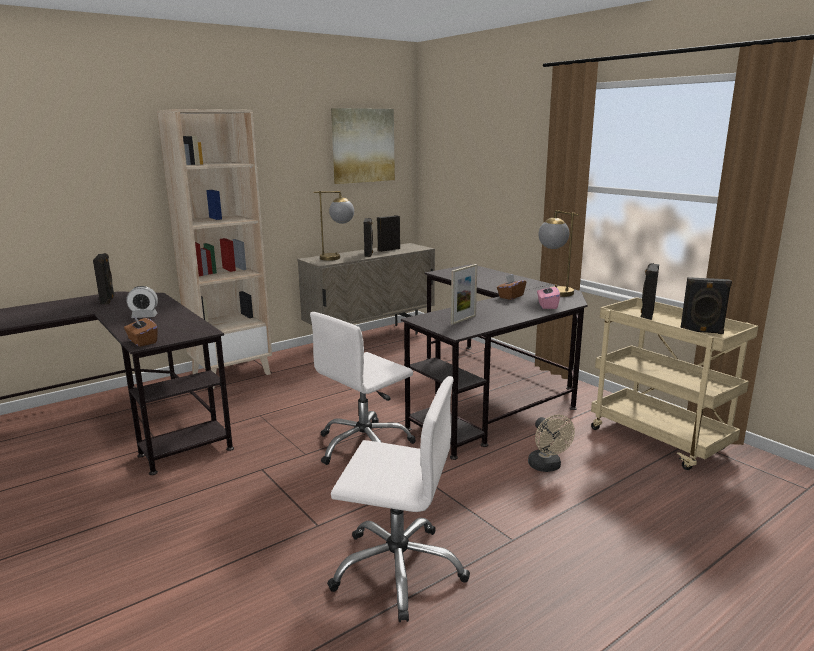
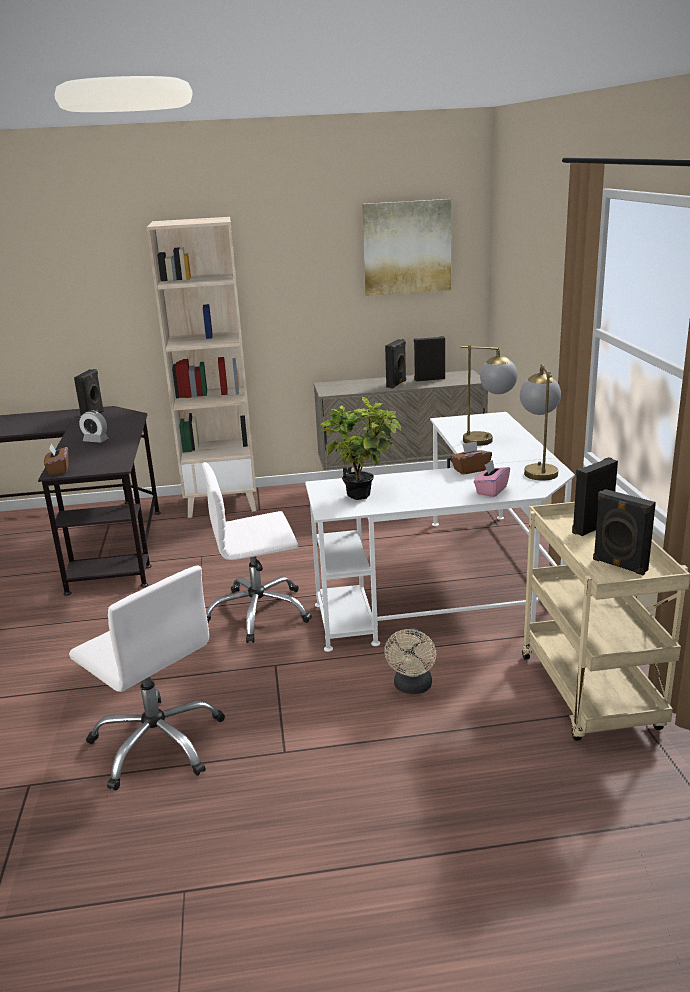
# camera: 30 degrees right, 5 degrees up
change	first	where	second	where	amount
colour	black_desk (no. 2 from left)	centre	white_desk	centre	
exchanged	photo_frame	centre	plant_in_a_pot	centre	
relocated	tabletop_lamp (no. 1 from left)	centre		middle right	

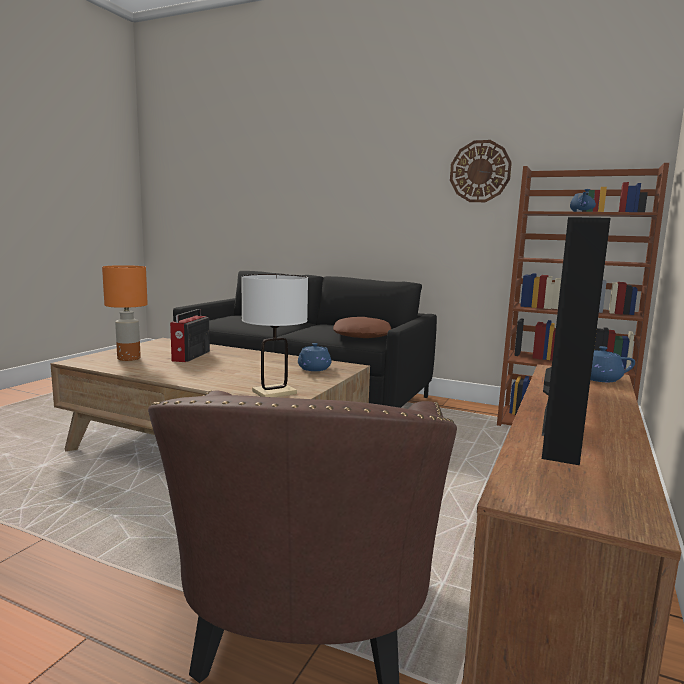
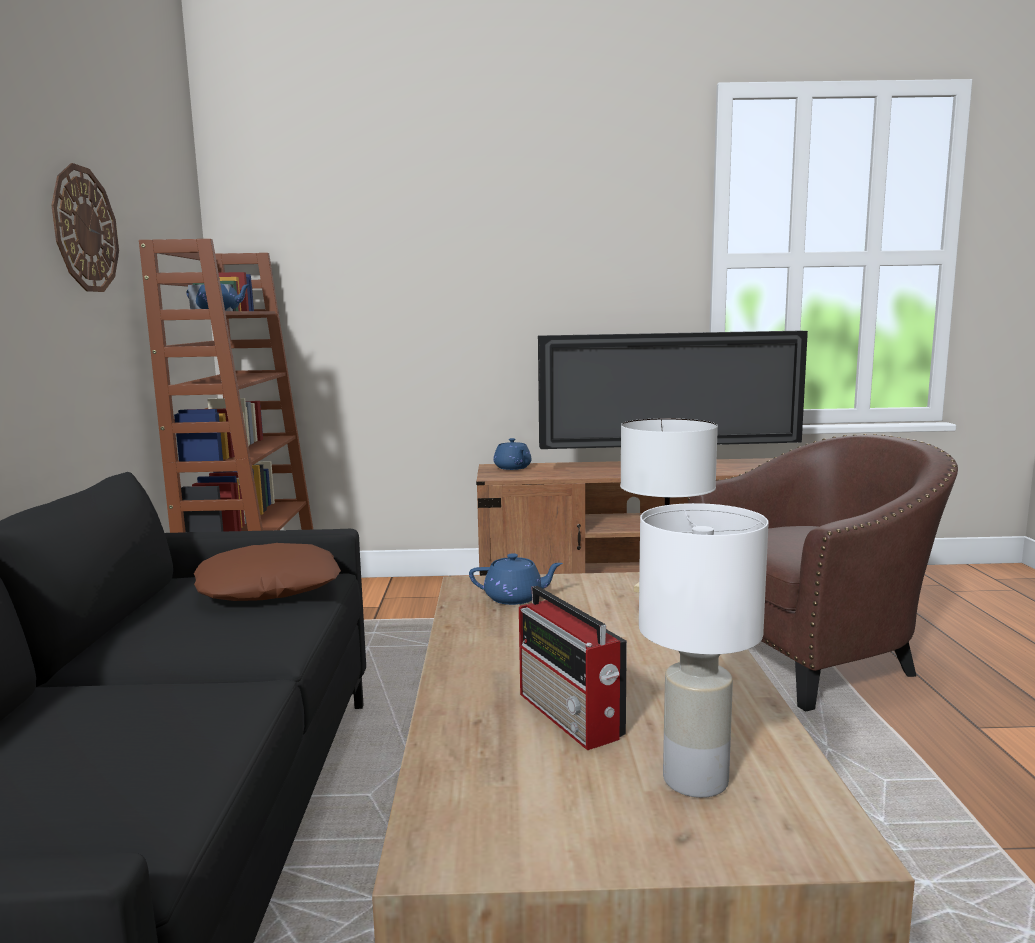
# camera: 115 degrees left, 0 degrees up
change	first	where	second	where	amount
spun	radio	middle left		bottom centre	75 degrees clockwise
colour	orange-coloured_tabletop_lamp	middle left	white_tabletop_lamp (no. 2 from left)	bottom right	

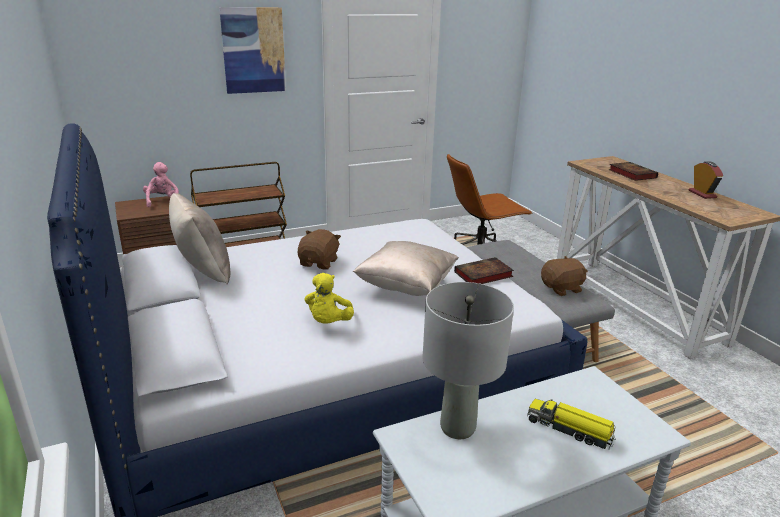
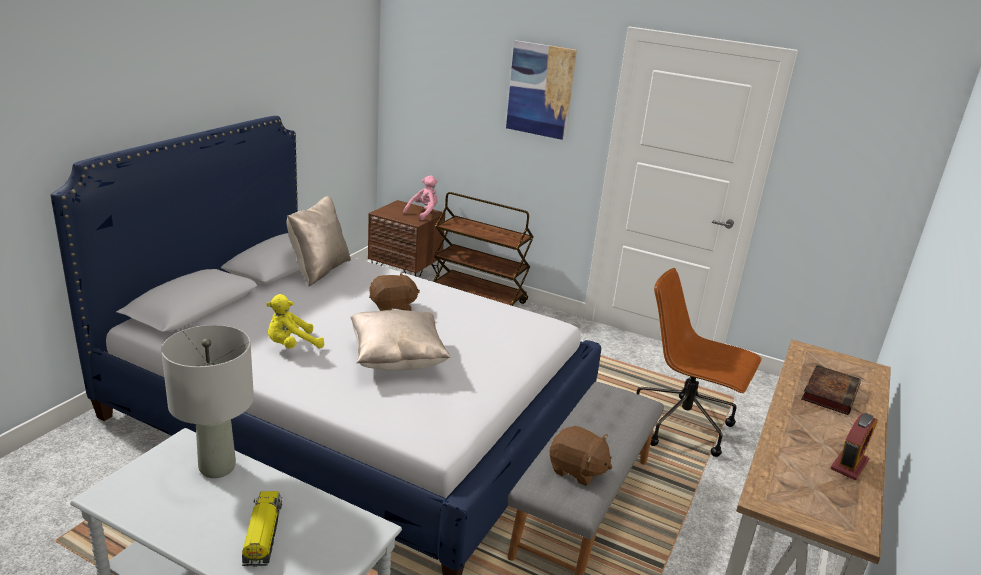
# camera: 50 degrees right, 0 degrees up
change	first	where	second	where	amount
missing	book (no. 1 from left)	centre			

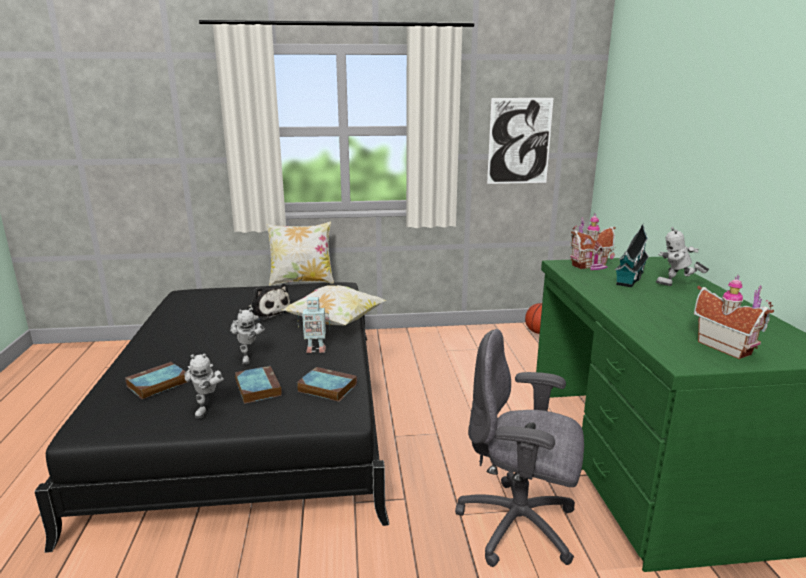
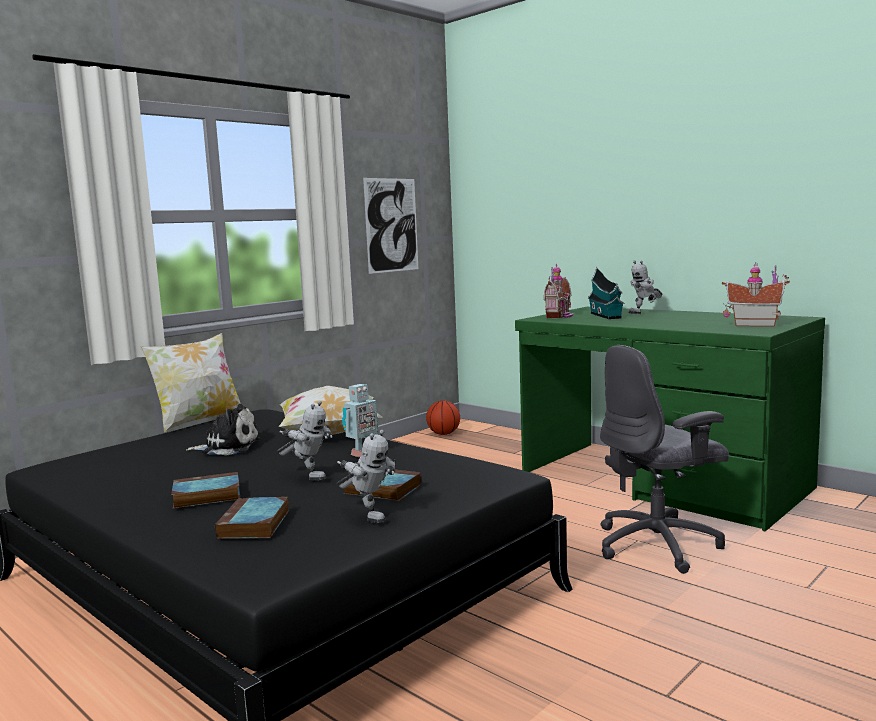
# camera: 40 degrees left, 10 degrees down
change	first	where	second	where	amount
relocated	book (no. 3 from left in the first image)	centre	book (no. 1 from left)	bottom left	

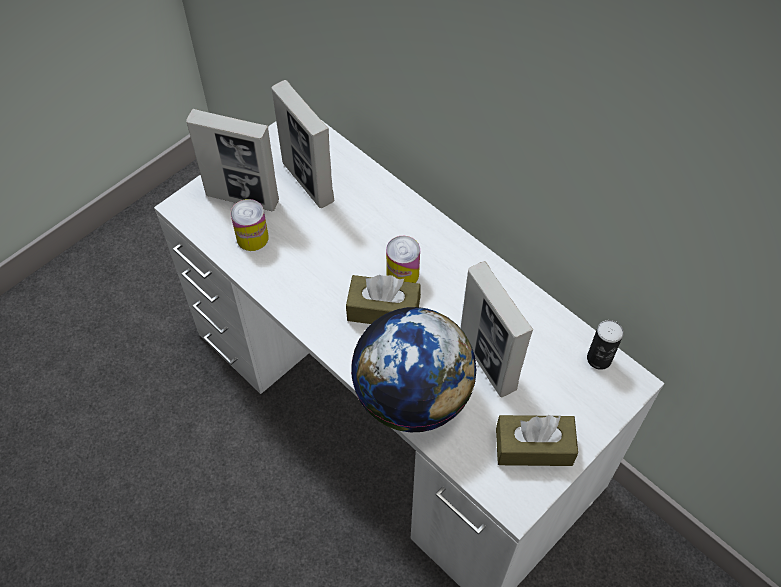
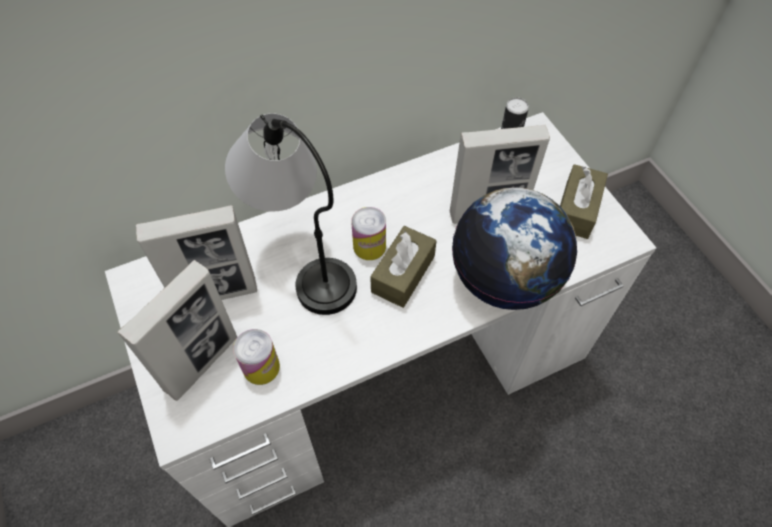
# camera: 70 degrees left, 0 degrees up
change	first	where	second	where	amount
appeared			tabletop_lamp	centre	

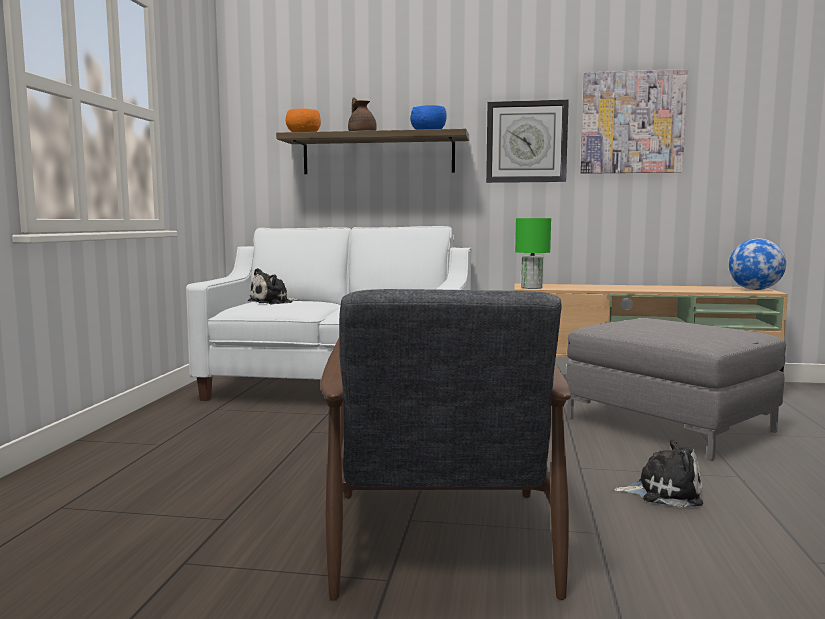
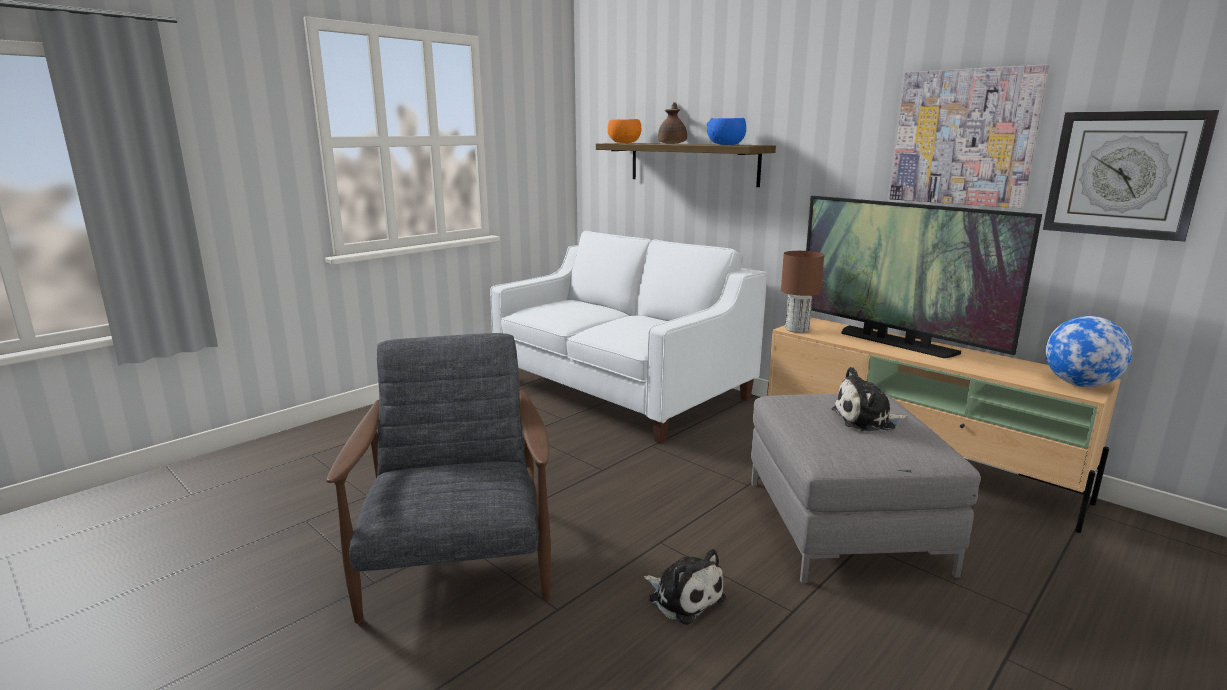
# camera: 35 degrees right, 10 degrees up
change	first	where	second	where	amount
spun	greyish_easy_chair	bottom centre		bottom centre	135 degrees clockwise
colour	greenish_tabletop_lamp	centre	brown-coloured_tabletop_lamp	centre	
appeared			TV	middle right	
relocated	cuddly_toy (no. 1 from left in the first image)	middle left	cuddly_toy (no. 2 from left)	middle right	
relocated	hanging_clock	top centre		top right	

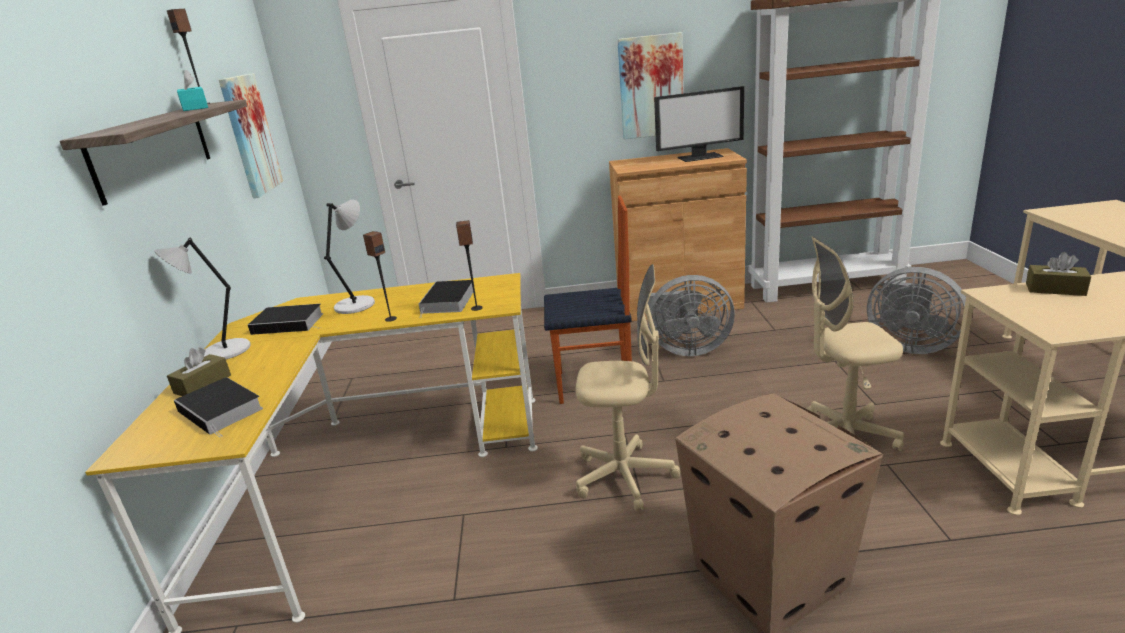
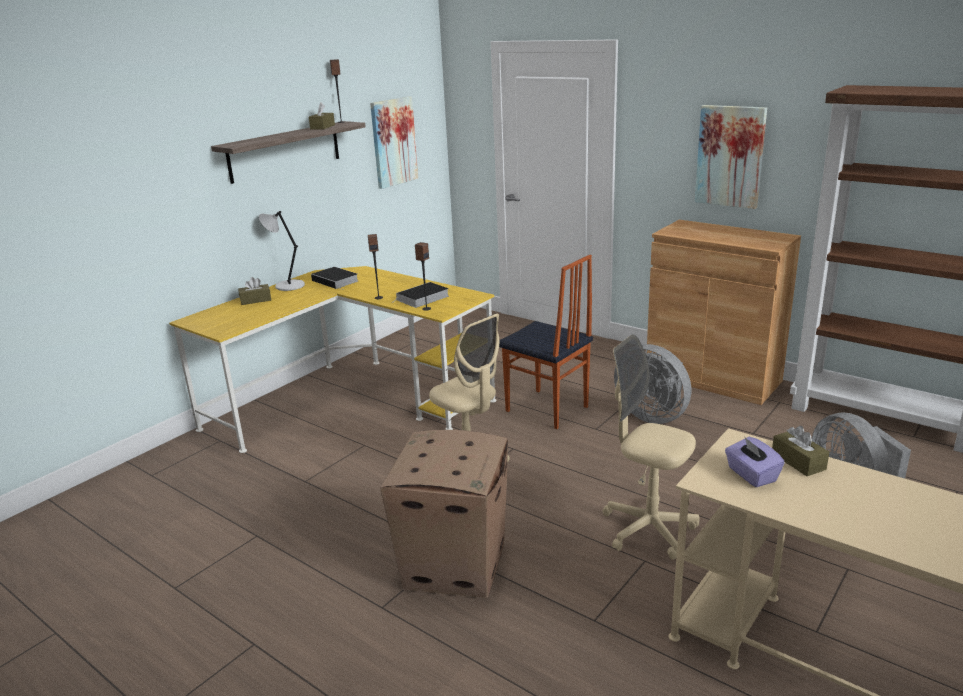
# camera: 40 degrees right, 0 degrees up
change	first	where	second	where	amount
colour	turquoise_tissue_holder	top left	brown-coloured_tissue_holder (no. 2 from left)	top centre	
appeared			purple_tissue_holder	middle right	
missing	book (no. 1 from left)	middle left			
missing	greyish_tabletop_lamp (no. 2 from left)	middle left			
missing	monitor	top centre			

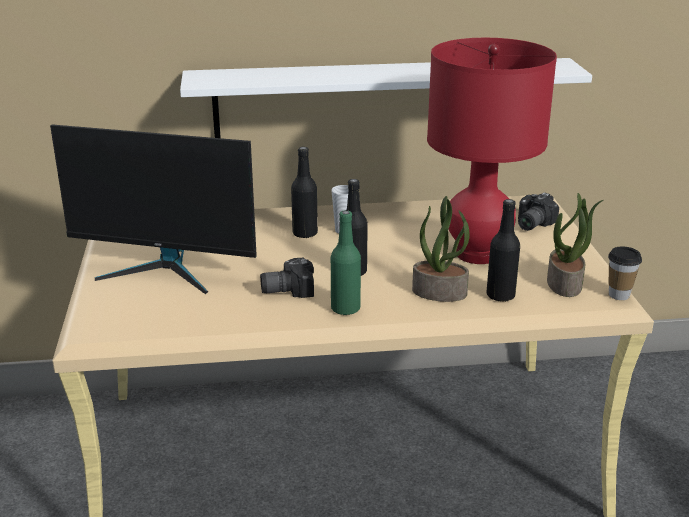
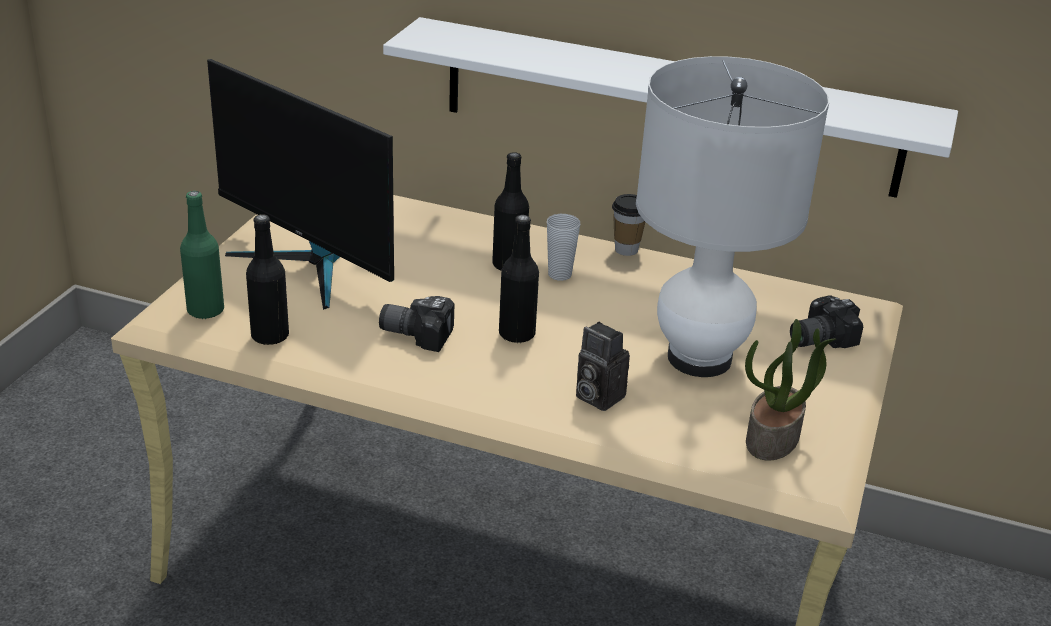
# camera: 25 degrees right, 5 degrees up
change	first	where	second	where	amount
relocated	greenish_beverage_bottle	centre		middle left	
relocated	black_beverage_bottle (no. 3 from left in the first image)	middle right	black_beverage_bottle (no. 1 from left)	middle left	
exchanged	plant_in_a_pot (no. 1 from left)	centre	photo_camera (no. 2 from left)	centre	
relocated	cup (no. 2 from left)	middle right		centre	
colour	reddish_tabletop_lamp	top right	white_tabletop_lamp	middle right	

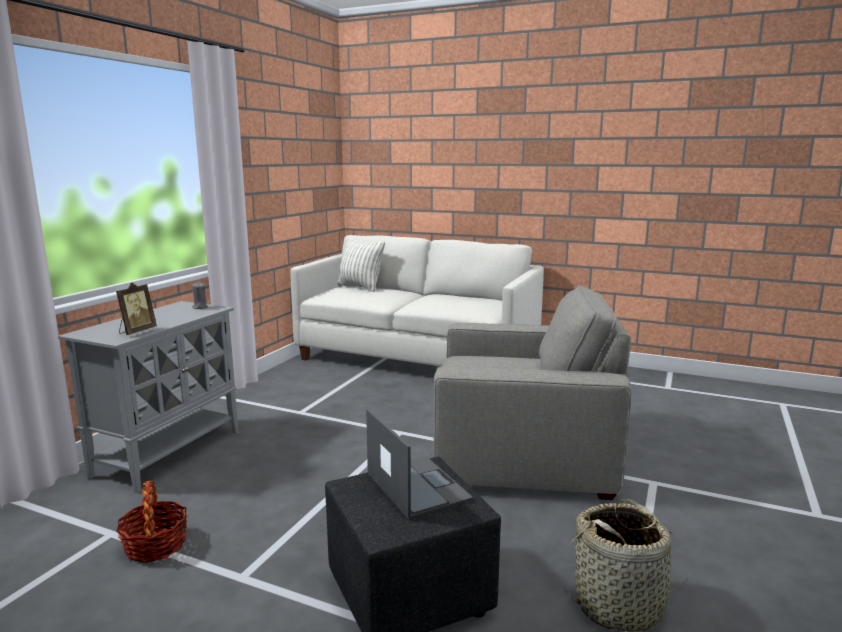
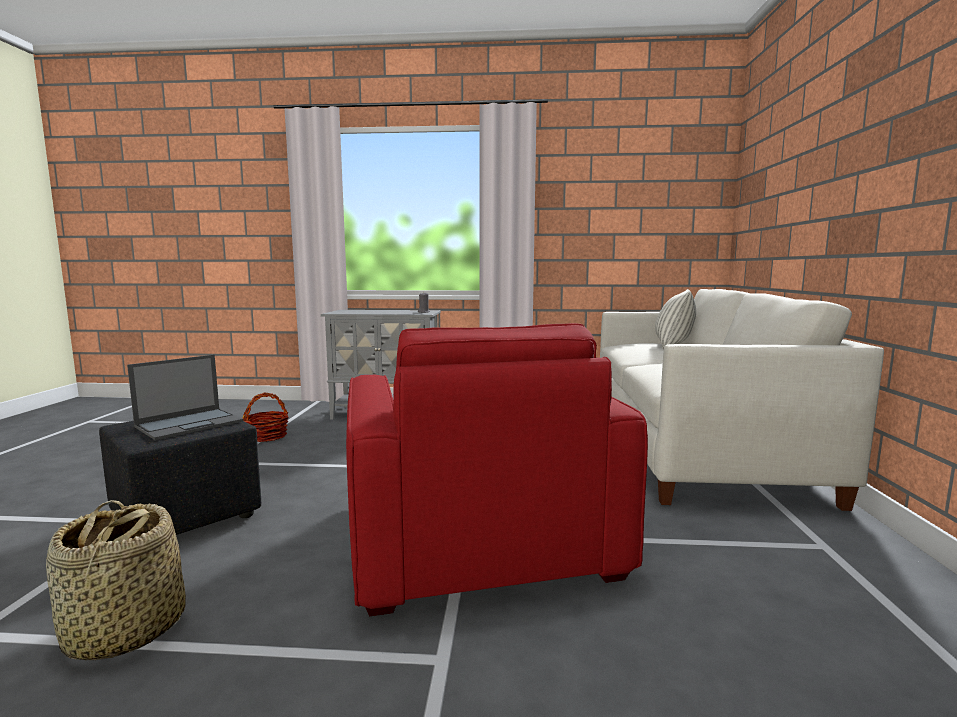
# camera: 70 degrees right, 5 degrees down
change	first	where	second	where	amount
colour	greyish_easy_chair	centre	reddish_easy_chair	centre	
missing	photo_frame	middle left			

